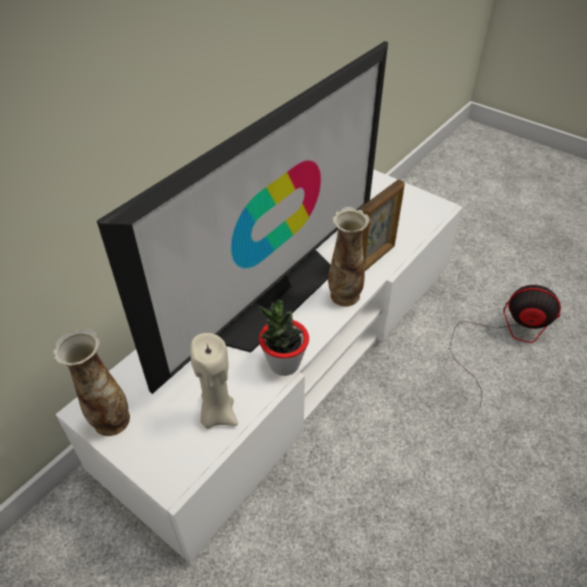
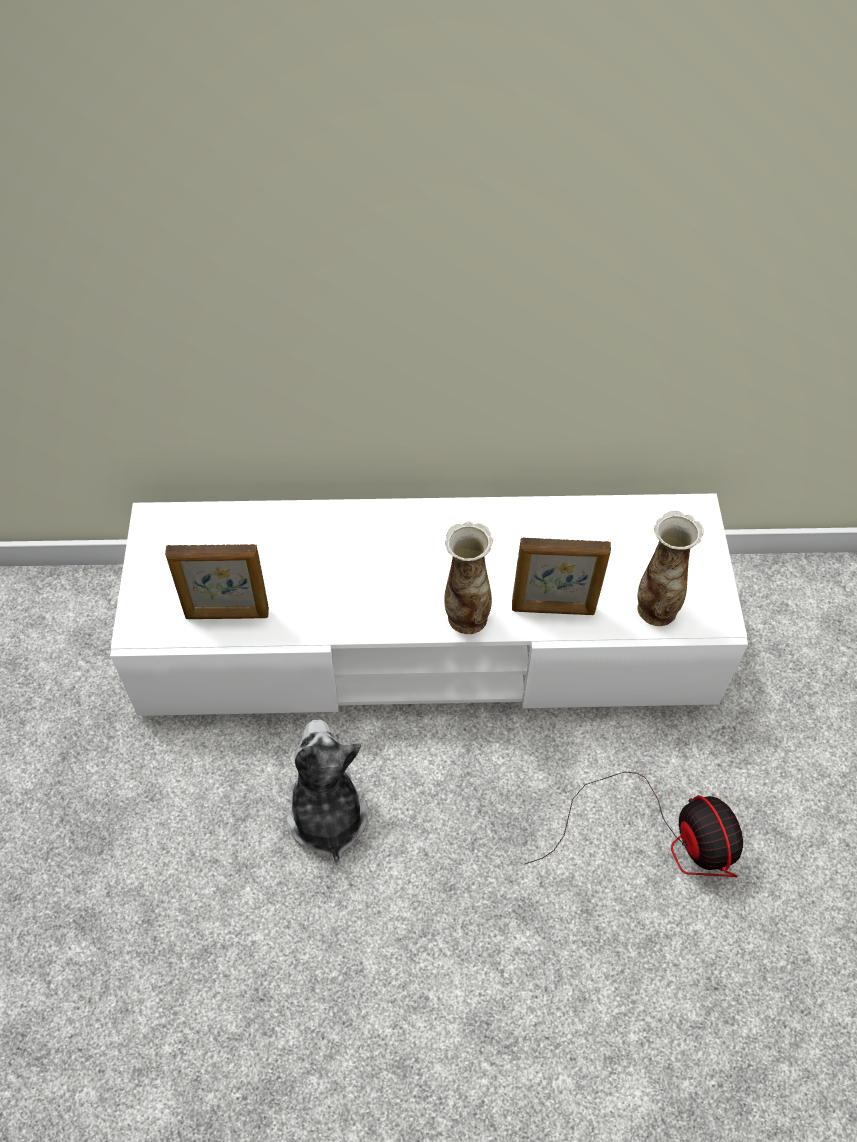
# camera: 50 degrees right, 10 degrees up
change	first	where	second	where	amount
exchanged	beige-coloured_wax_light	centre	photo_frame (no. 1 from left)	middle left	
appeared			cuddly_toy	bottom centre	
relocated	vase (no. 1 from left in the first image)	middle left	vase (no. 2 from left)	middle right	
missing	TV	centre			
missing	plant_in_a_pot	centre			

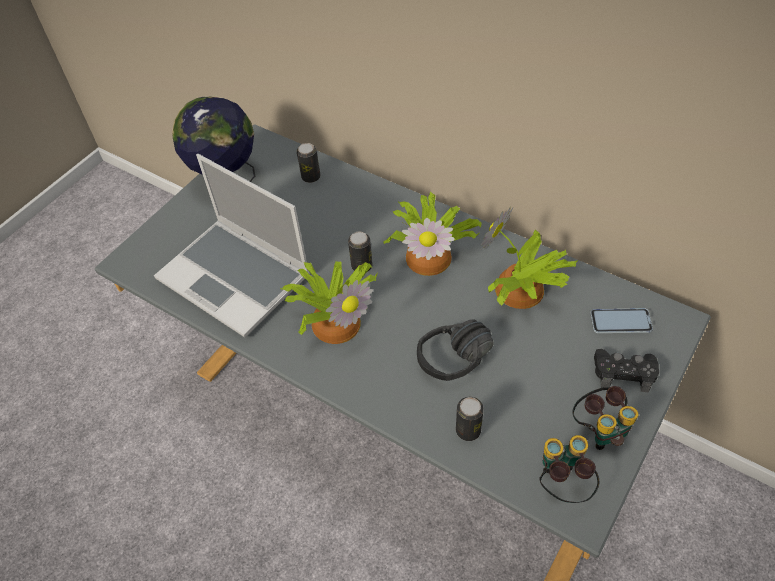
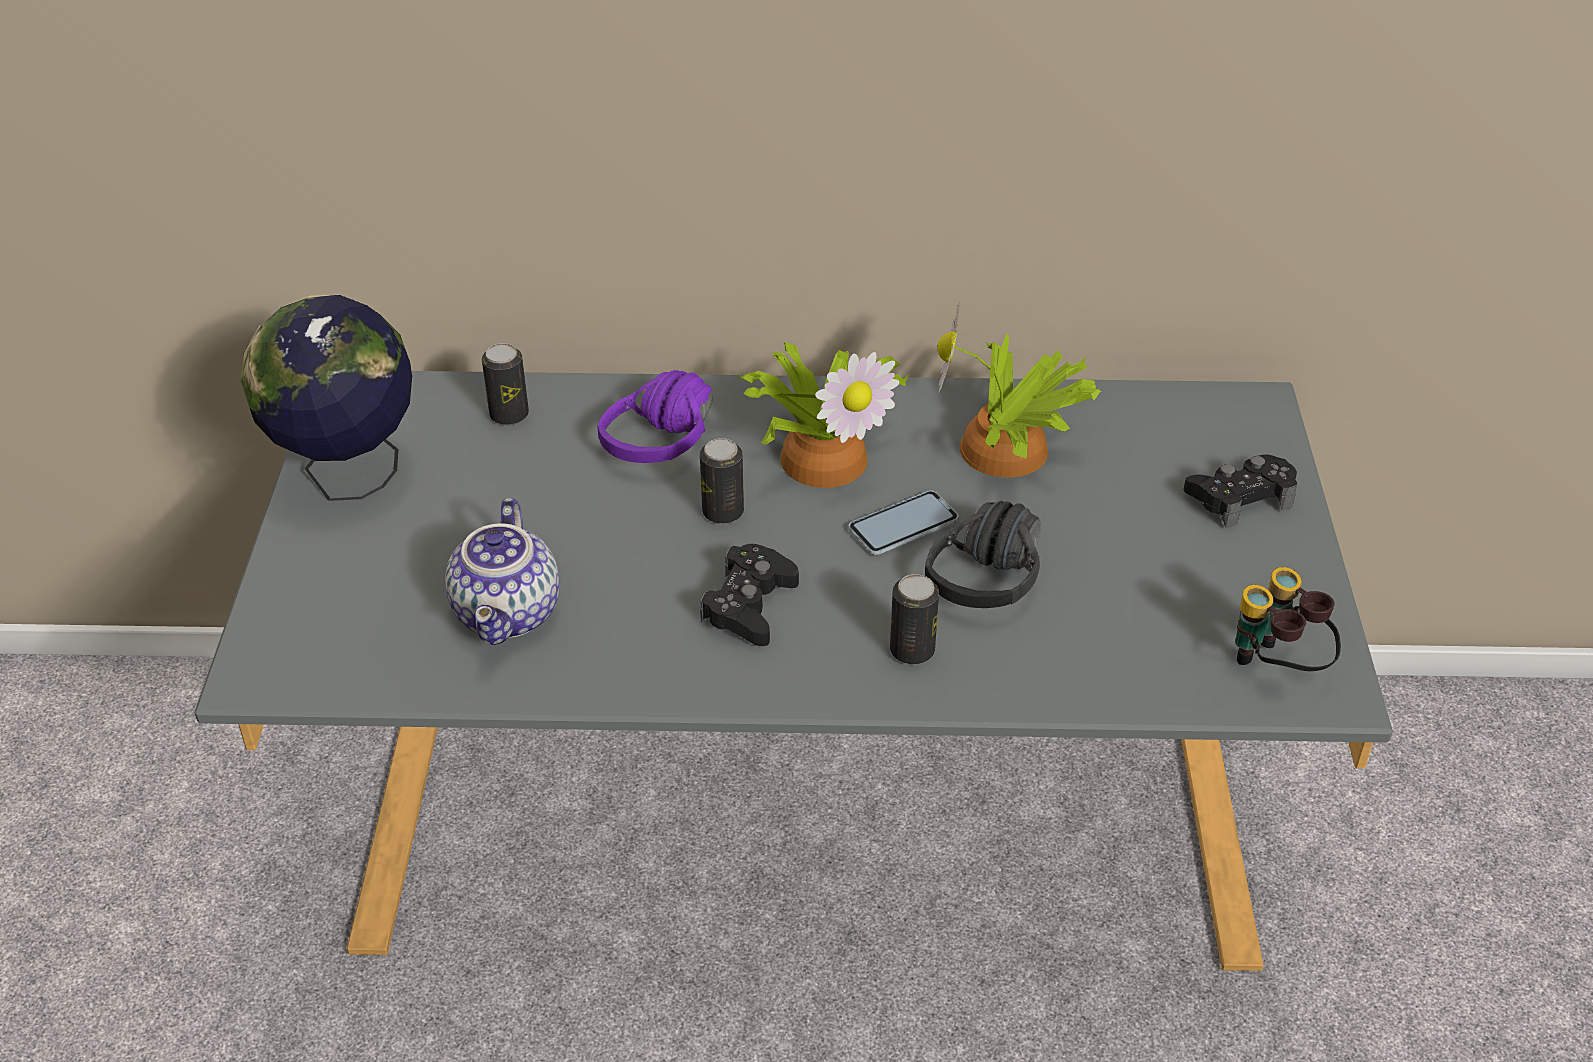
# camera: 35 degrees left, 10 degrees down
change	first	where	second	where	amount
exchanged	laptop	middle left	teapot	middle left	
appeared			purple_pair_of_headphones	centre	
exchanged	plant_in_a_pot (no. 1 from left)	centre	black_gamepad (no. 1 from left)	centre	
relocated	handset	middle right		centre	
relocated	sealed_can (no. 3 from left)	bottom centre		centre	
missing	field_glasses (no. 2 from left)	bottom right			

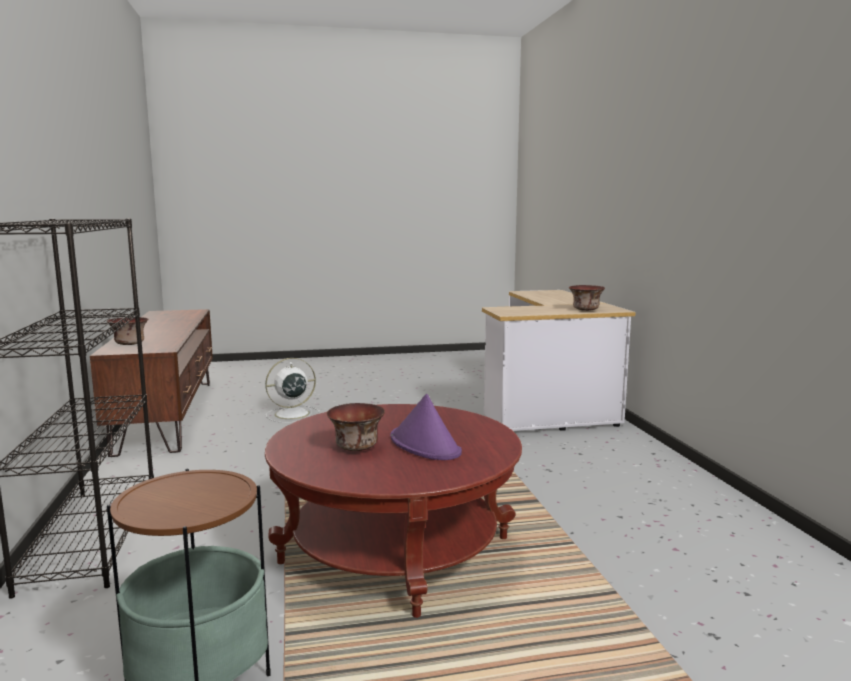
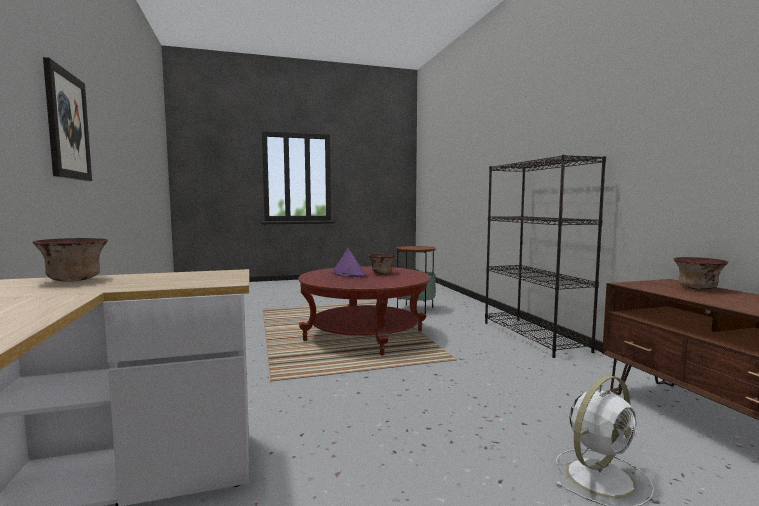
# camera: 175 degrees right, 5 degrees down
change	first	where	second	where	amount
appeared			wall_picture	top left	

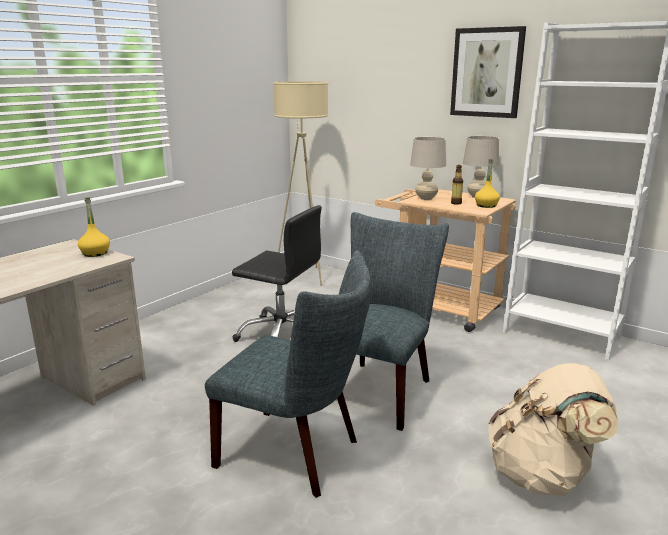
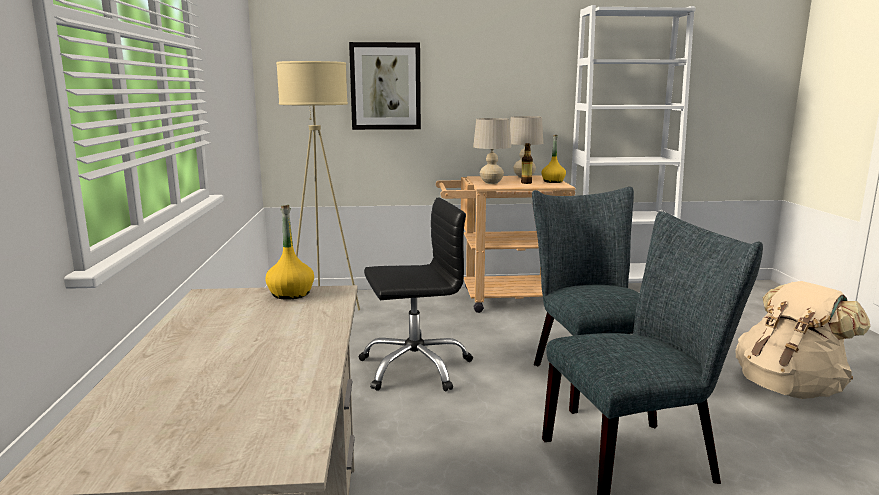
# camera: 40 degrees left, 5 degrees down
change	first	where	second	where	amount
relocated	wall_picture	top right		top centre	

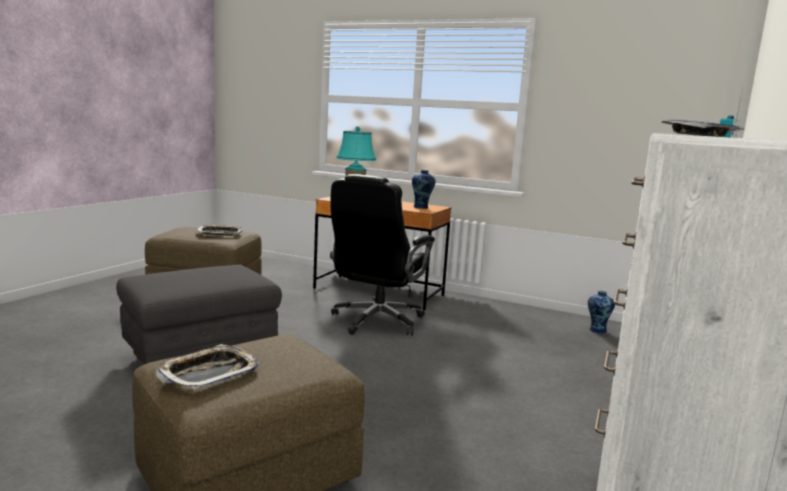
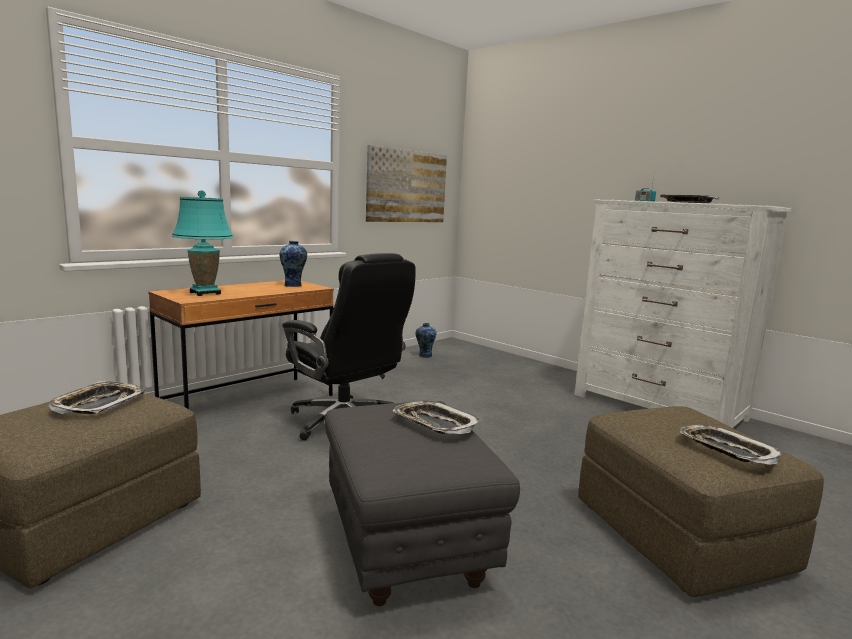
# camera: 70 degrees left, 0 degrees up
change	first	where	second	where	amount
appeared			wall_picture	top centre	
appeared			tray (no. 2 from left)	centre	

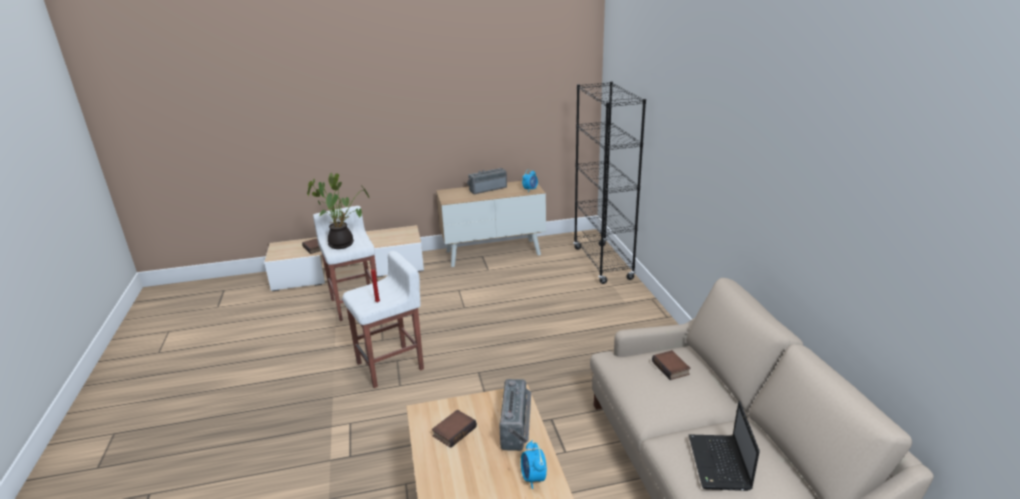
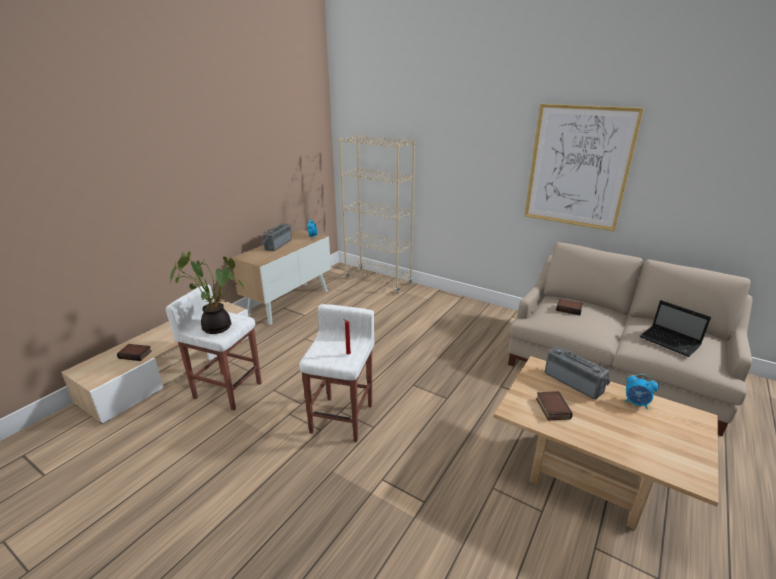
# camera: 45 degrees left, 0 degrees up
change	first	where	second	where	amount
colour	black_bookshelf	centre	beige-coloured_bookshelf	centre	
appeared			wall_picture	top right	

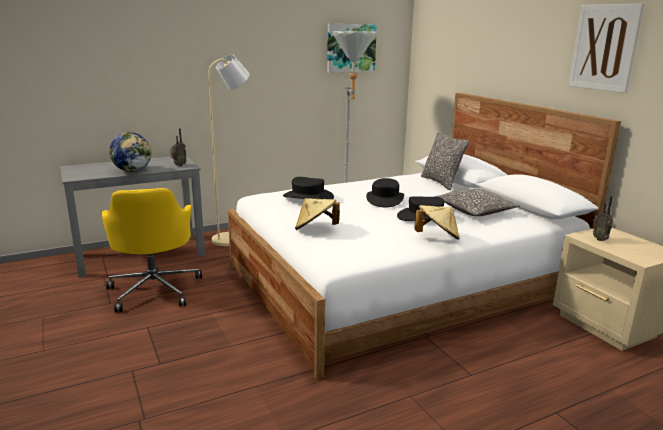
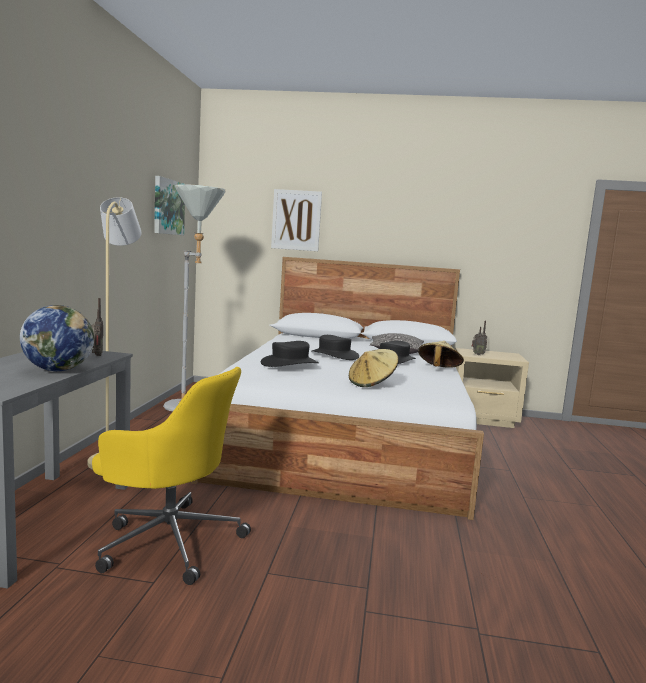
# camera: 55 degrees left, 10 degrees down
change	first	where	second	where	amount
relocated	wall_picture (no. 2 from left)	top right		top centre	
missing	pillow (no. 1 from left)	middle right			

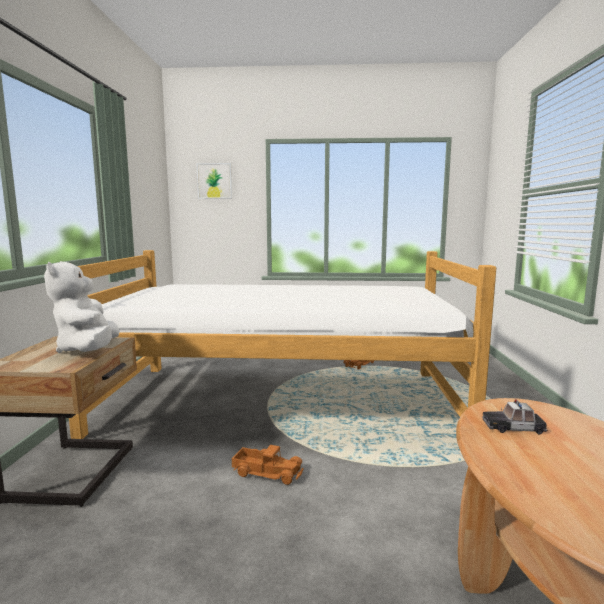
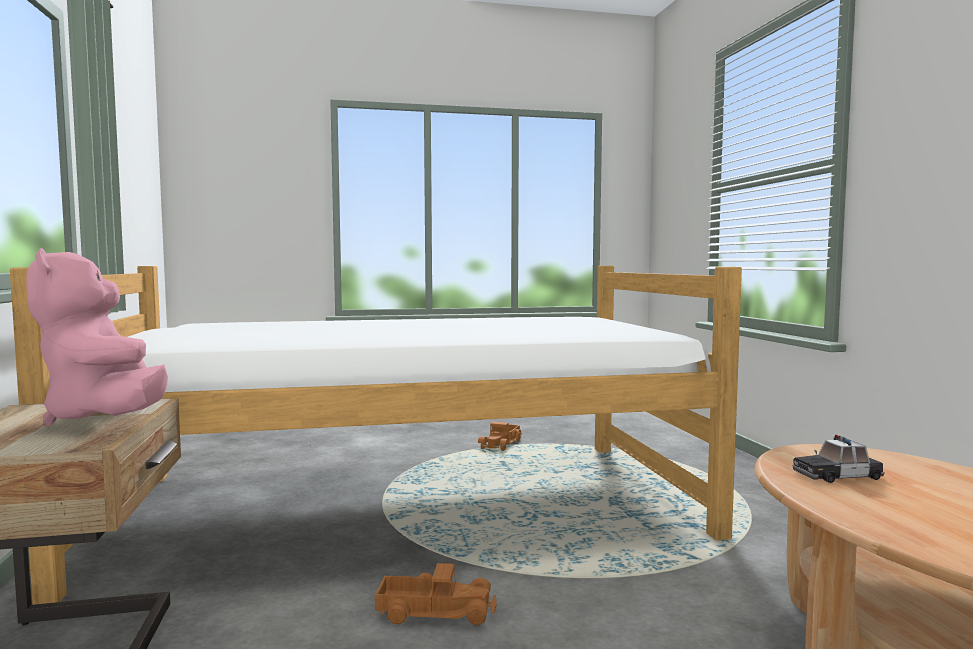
# camera: 15 degrees left, 5 degrees down
change	first	where	second	where	amount
colour	white_cuddly_toy	middle left	pinkish_cuddly_toy	middle left	
missing	wall_picture	top centre			

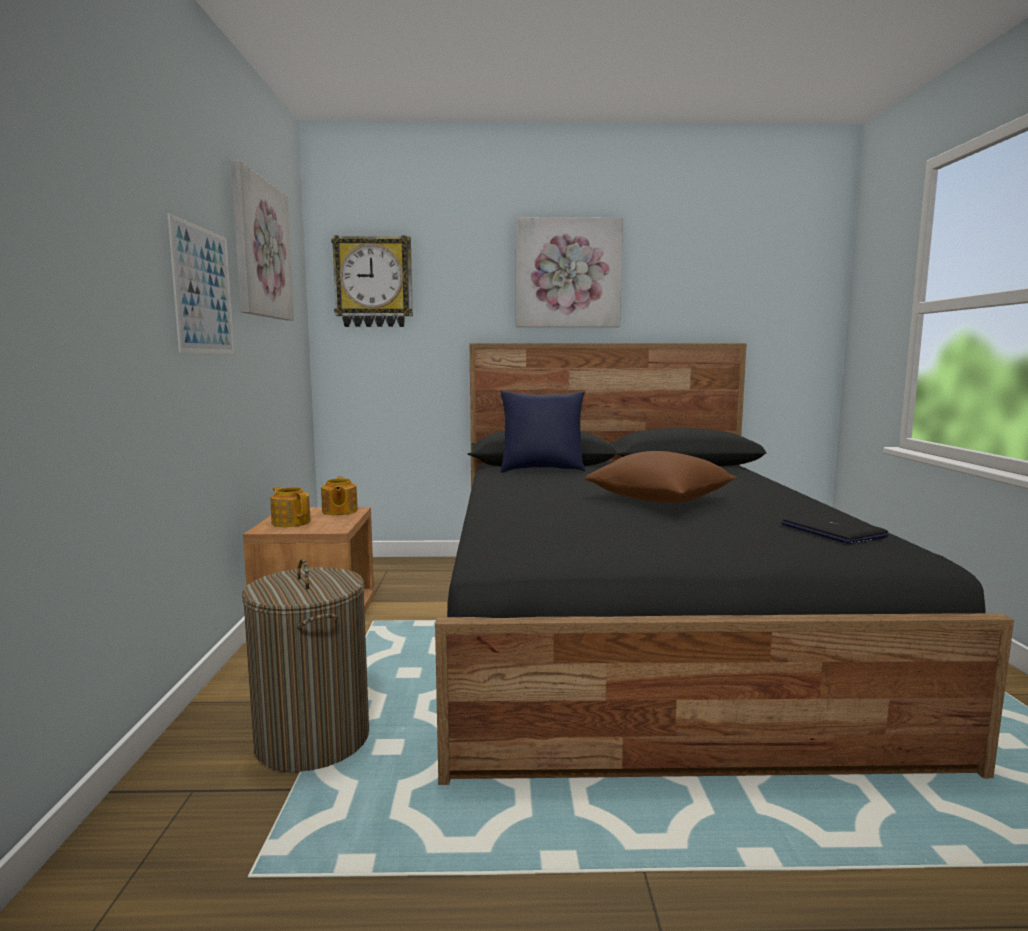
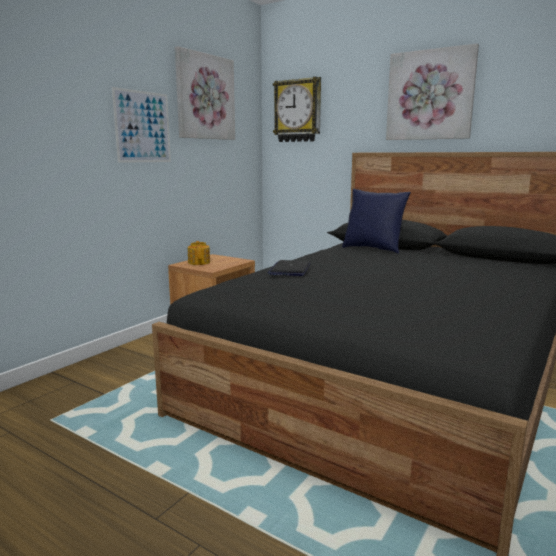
# camera: 35 degrees right, 5 degrees up
change	first	where	second	where	amount
relocated	laptop	middle right		centre	
missing	laundry_basket	bottom left			
missing	teapot (no. 2 from left)	middle left			
missing	brown-coloured_pillow	centre			

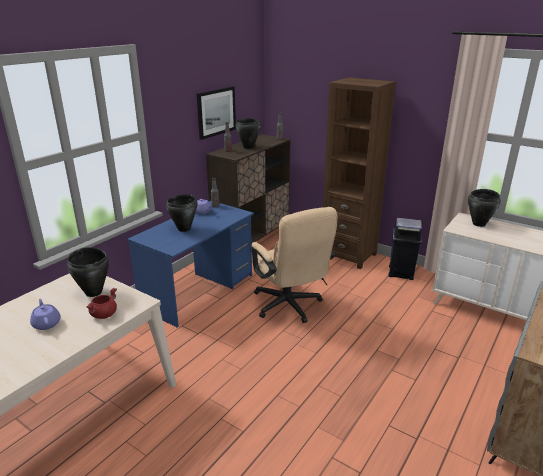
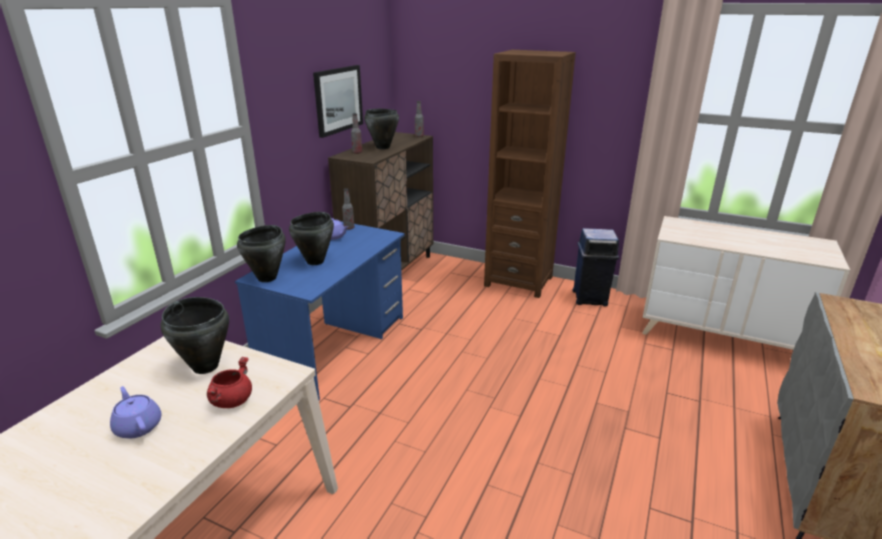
# camera: 10 degrees left, 0 degrees up
change	first	where	second	where	amount
relocated	black_cooking_pot (no. 4 from left in the first image)	middle right	black_cooking_pot (no. 2 from left)	middle left	
missing	beige-coloured_desk_chair	centre			

